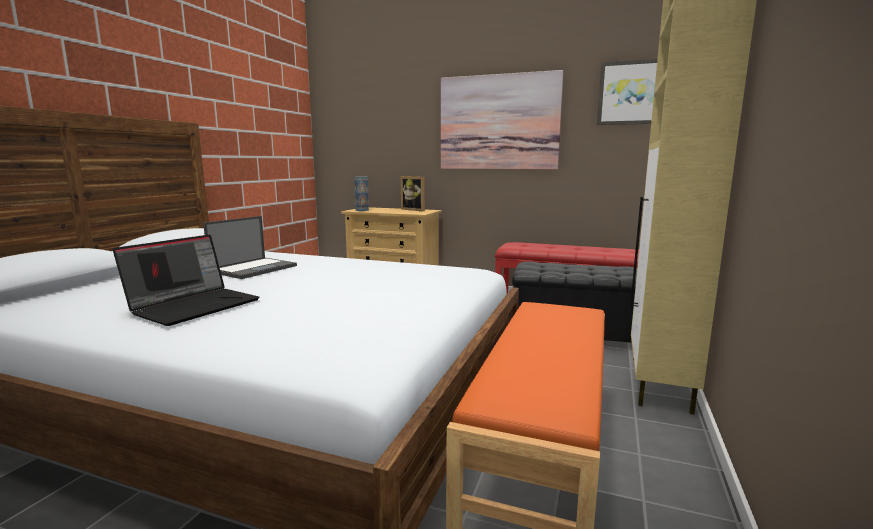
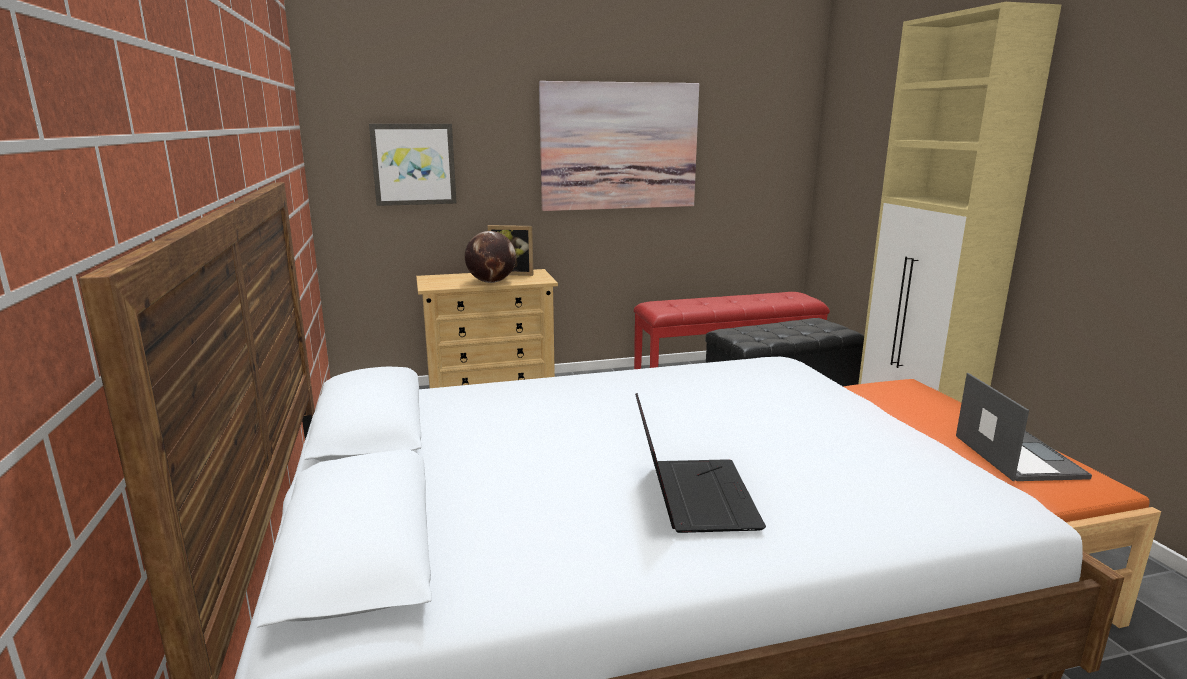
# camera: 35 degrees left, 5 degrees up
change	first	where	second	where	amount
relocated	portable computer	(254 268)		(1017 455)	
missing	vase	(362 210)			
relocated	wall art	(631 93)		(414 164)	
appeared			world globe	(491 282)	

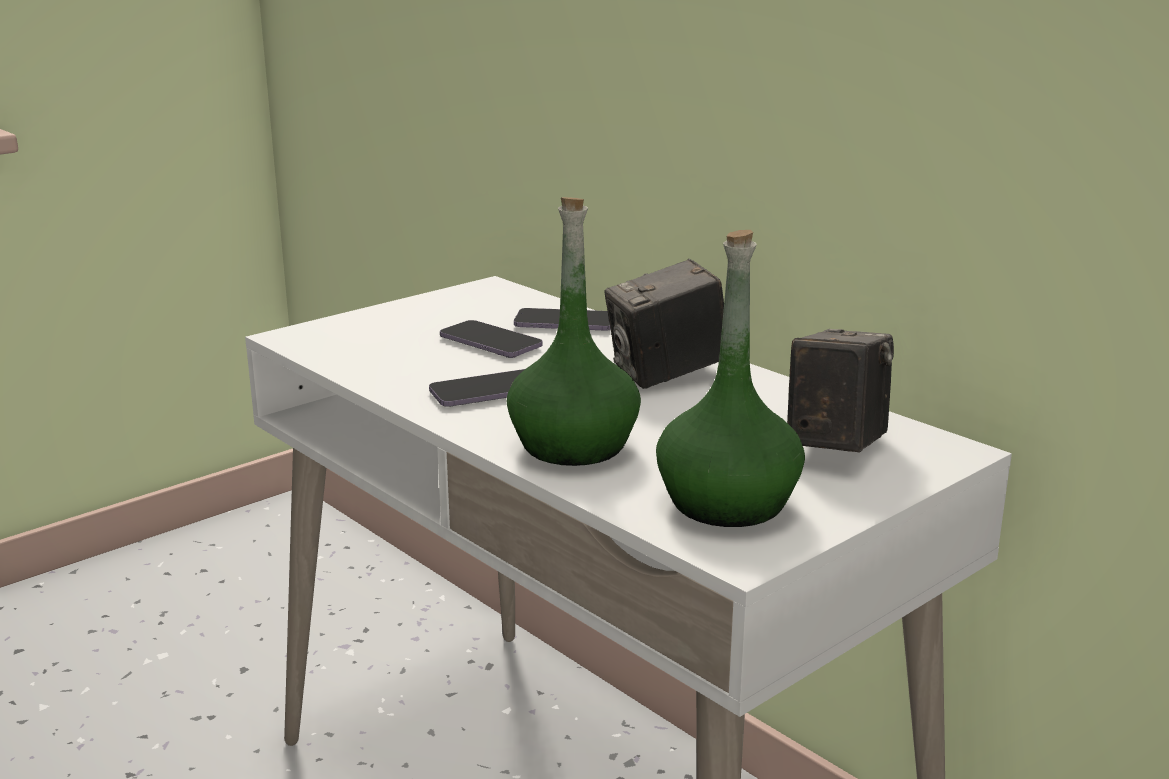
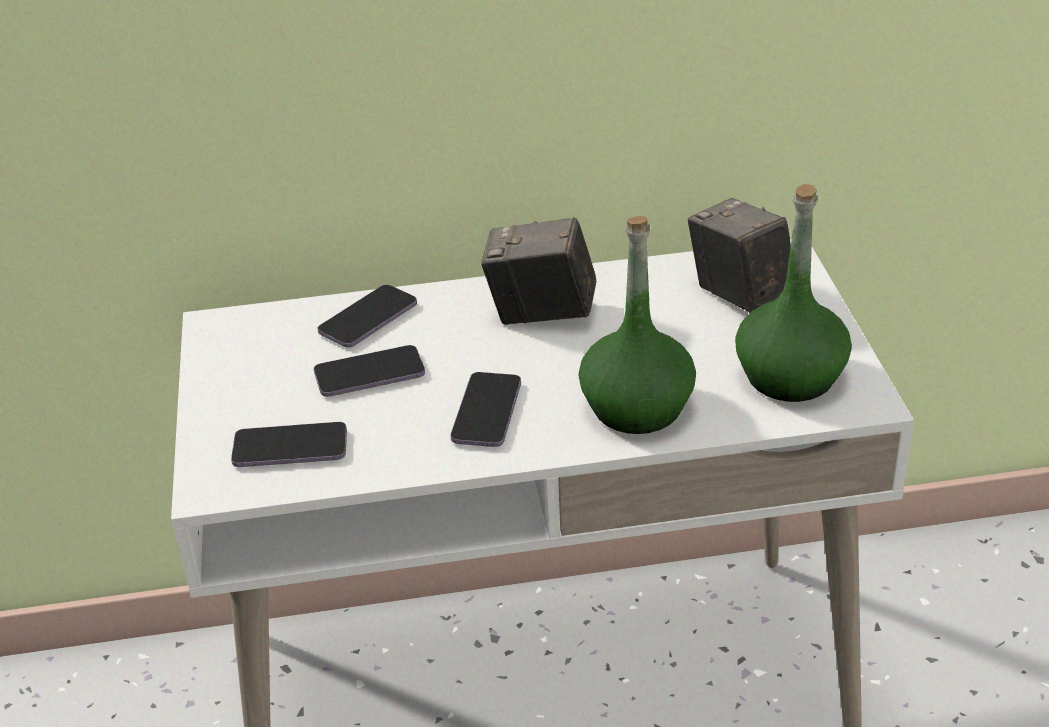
# camera: 55 degrees left, 15 degrees up
change	first	where	second	where	amount
spun	photo camera	(666 375)		(541 313)	90 degrees clockwise
appeared			phone	(290 448)	

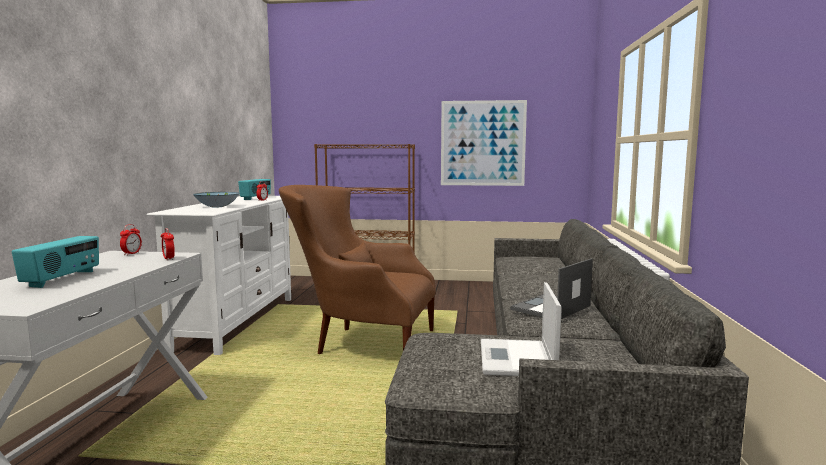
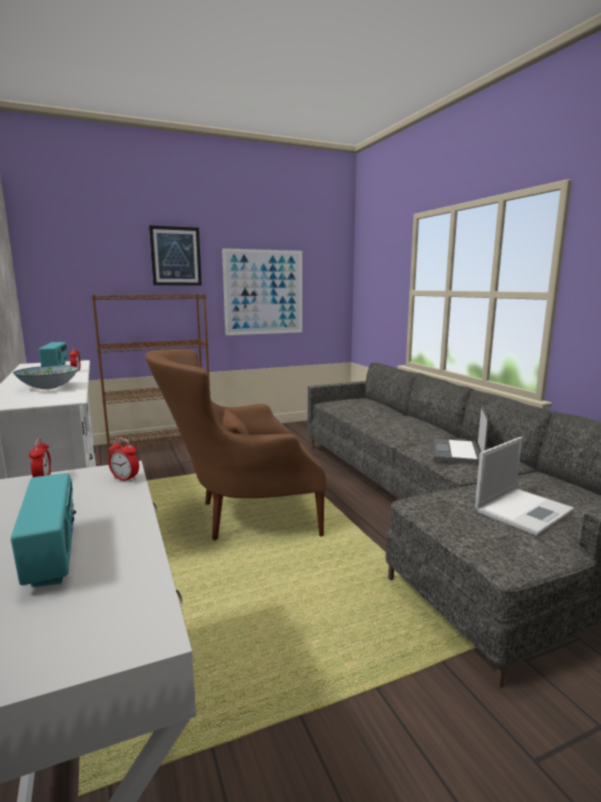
# camera: 30 degrees left, 5 degrees up
change	first	where	second	where	amount
spun	portable computer	(517 359)		(524 510)	105 degrees counterclockwise
appeared			wall art	(175 256)	

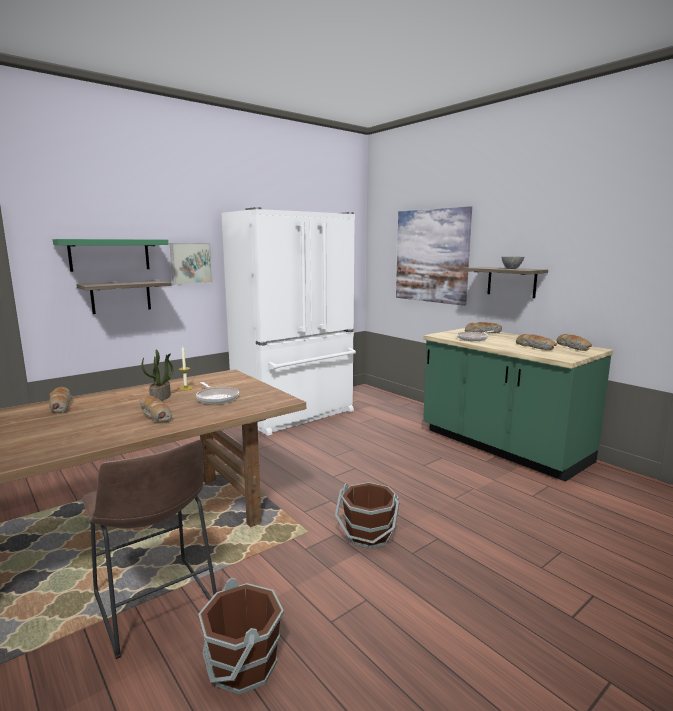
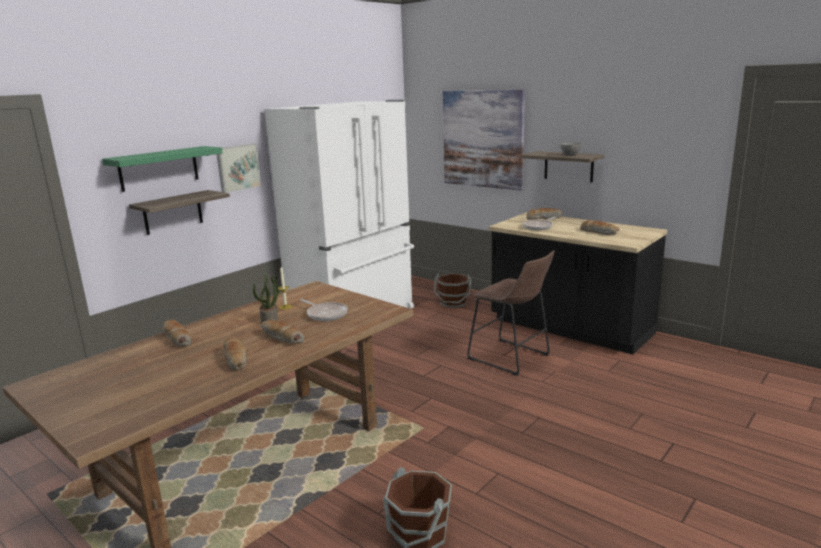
# camera: 10 degrees left, 5 degrees up
change	first	where	second	where	amount
relocated	brownish stool seat	(156 608)		(512 358)	
relocated	brownish water bucket	(368 535)		(453 303)	
colour	green-coloured kitchen counter	(502 446)	black-coloured kitchen counter	(570 328)	
relocated	bakery bread	(573 347)		(236 360)	

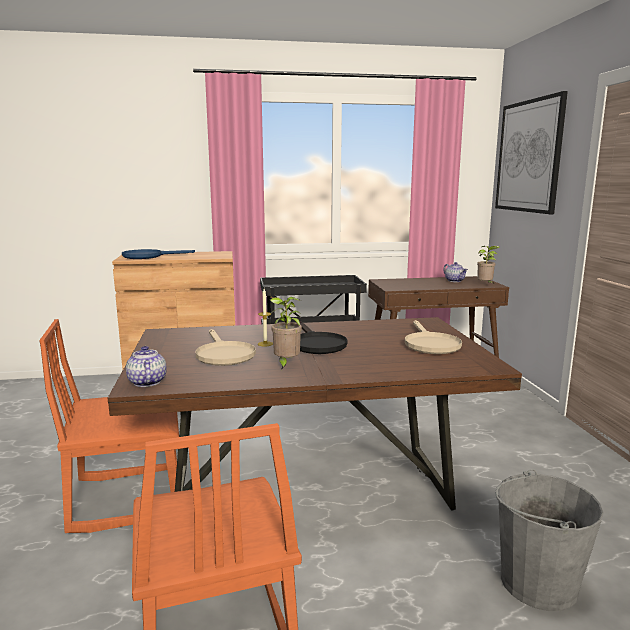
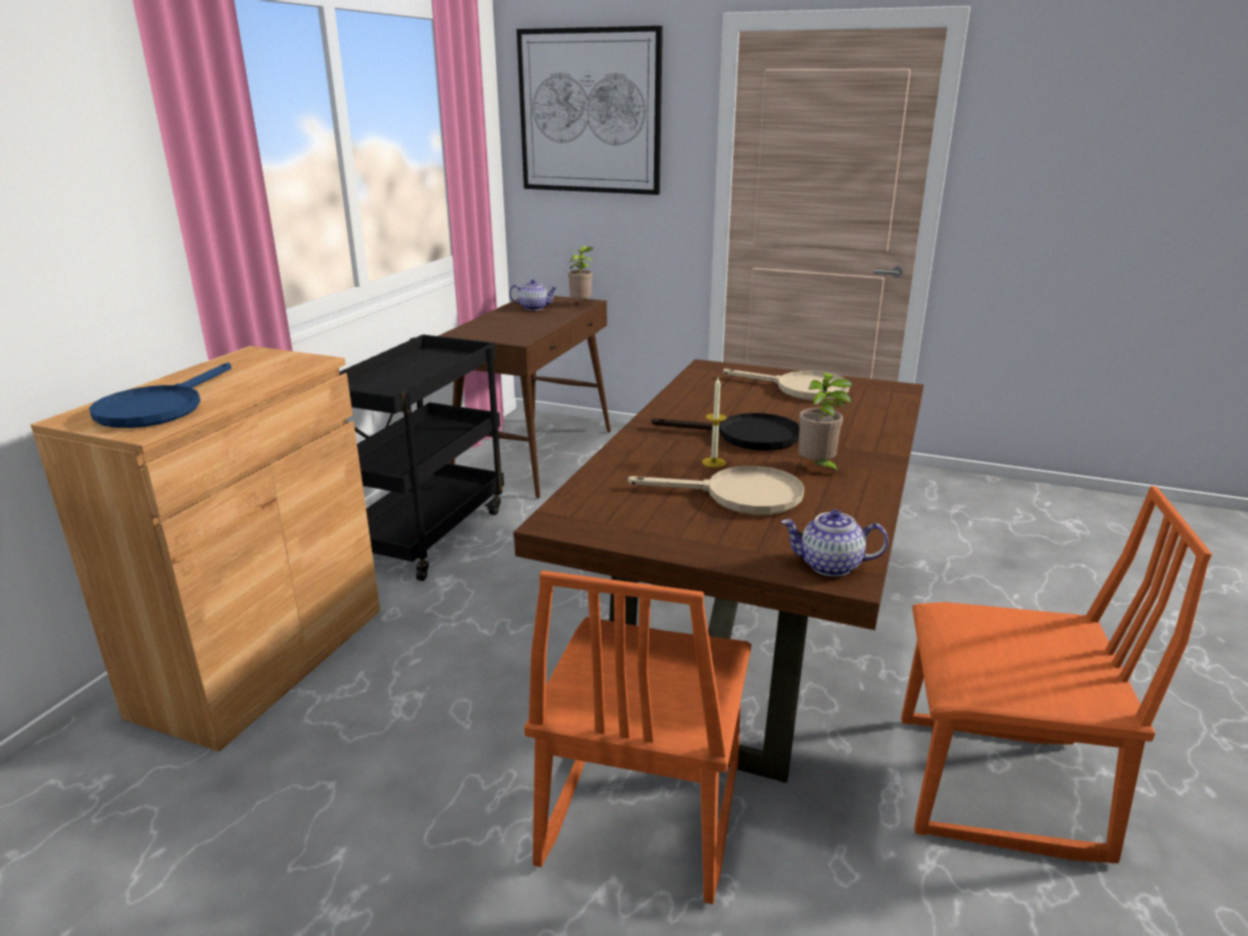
# camera: 60 degrees left, 10 degrees up
change	first	where	second	where	amount
missing	grey water bucket	(537 582)			

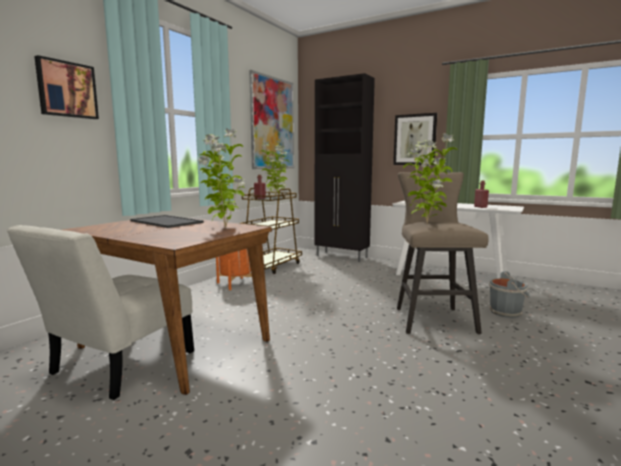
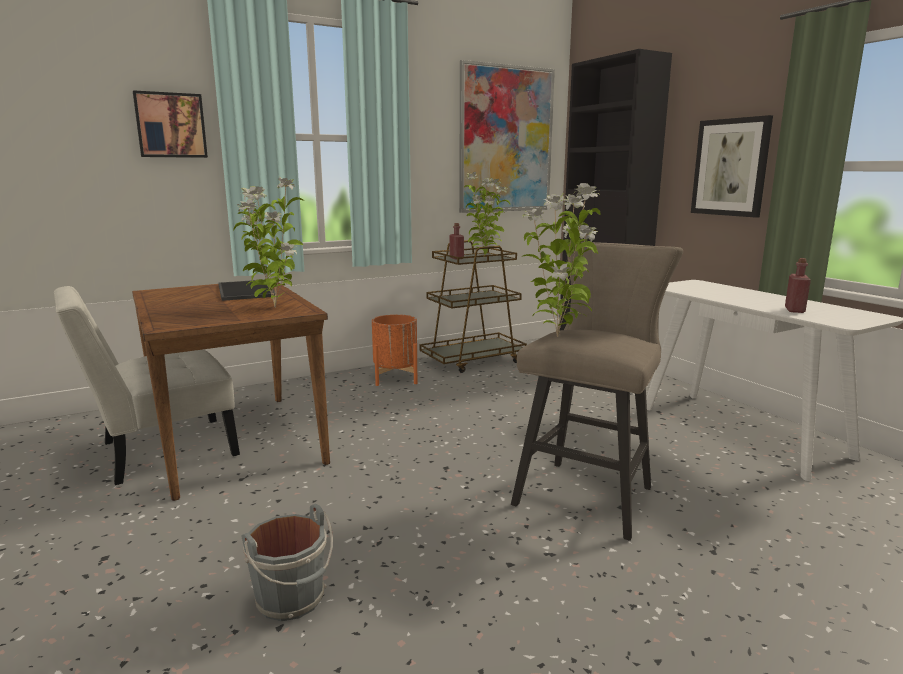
# camera: 30 degrees right, 5 degrees up
change	first	where	second	where	amount
relocated	grey water bucket	(507 312)		(292 600)	

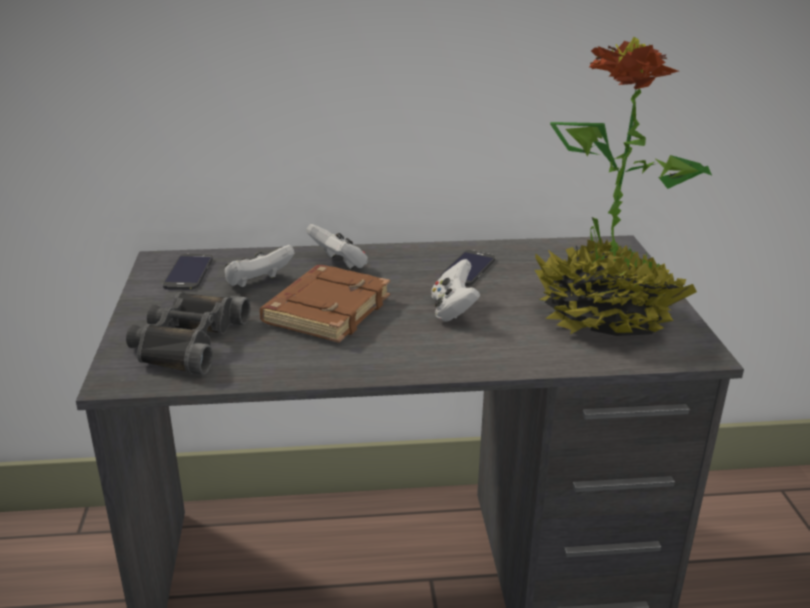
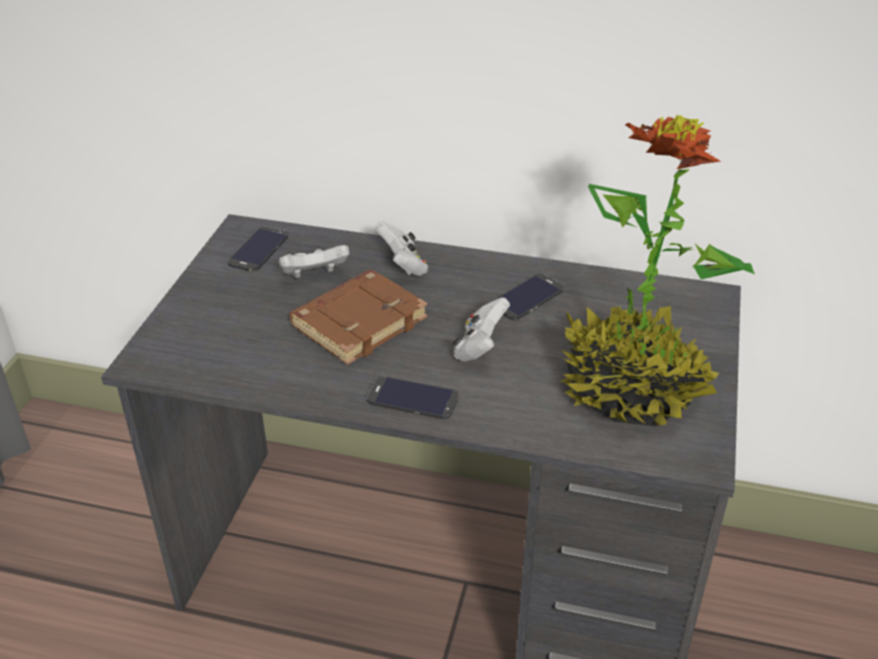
# camera: 20 degrees right, 10 degrees up
change	first	where	second	where	amount
missing	black-coloured binoculars	(187 342)			
appeared			phone	(412 398)	

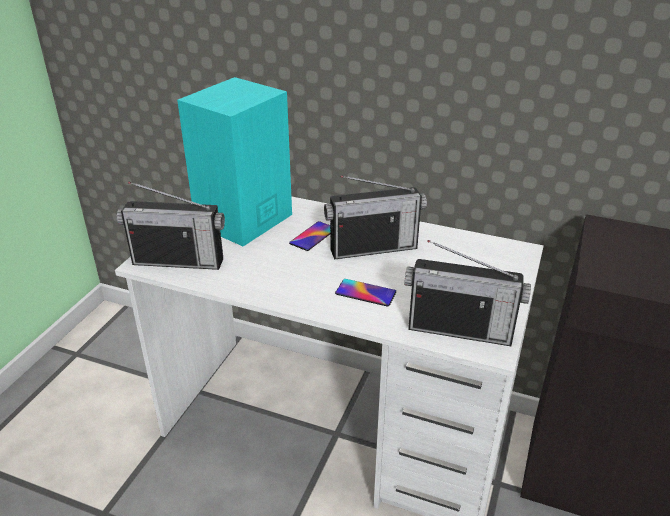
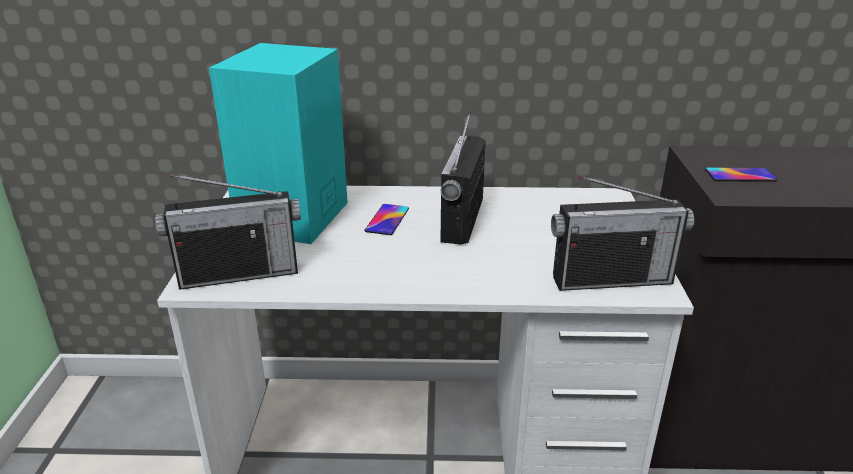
# camera: 20 degrees left, 5 degrees down
change	first	where	second	where	amount
spun	radio set	(373 248)		(462 220)	135 degrees clockwise
relocated	phone	(365 293)		(740 175)	

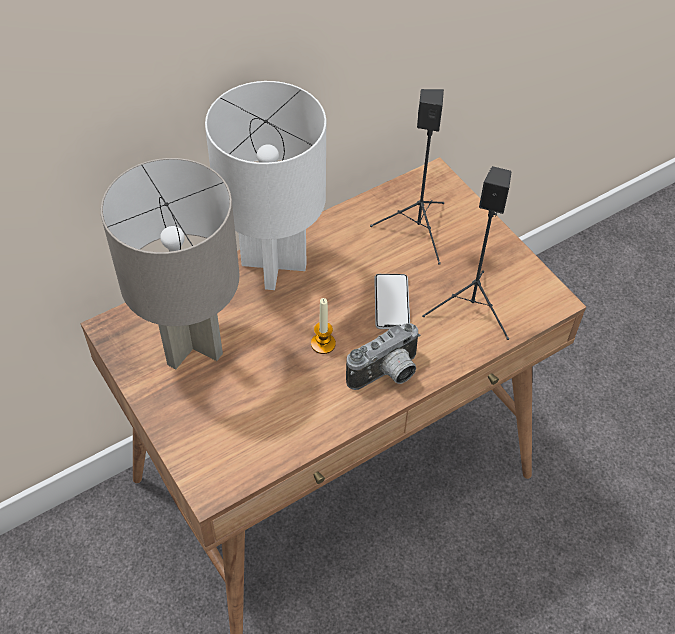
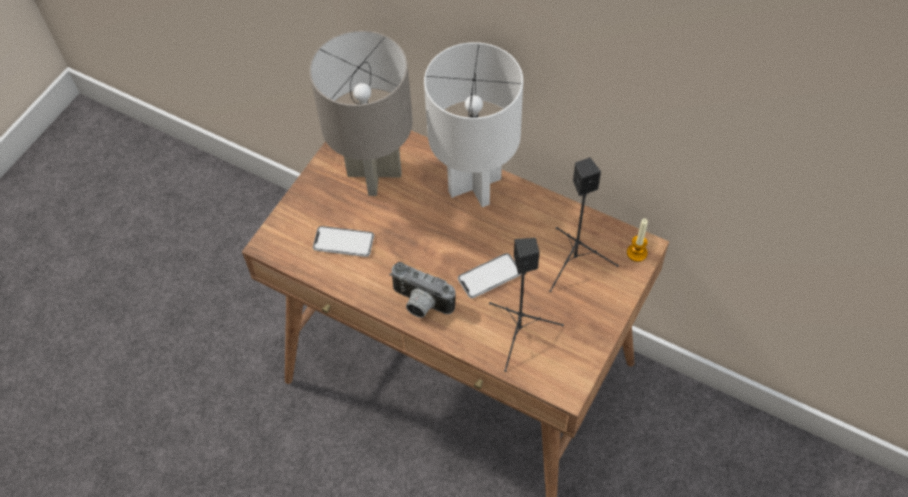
# camera: 65 degrees right, 5 degrees up
change	first	where	second	where	amount
relocated	wax candle	(323 344)		(637 253)	
appeared			phone	(343 242)	

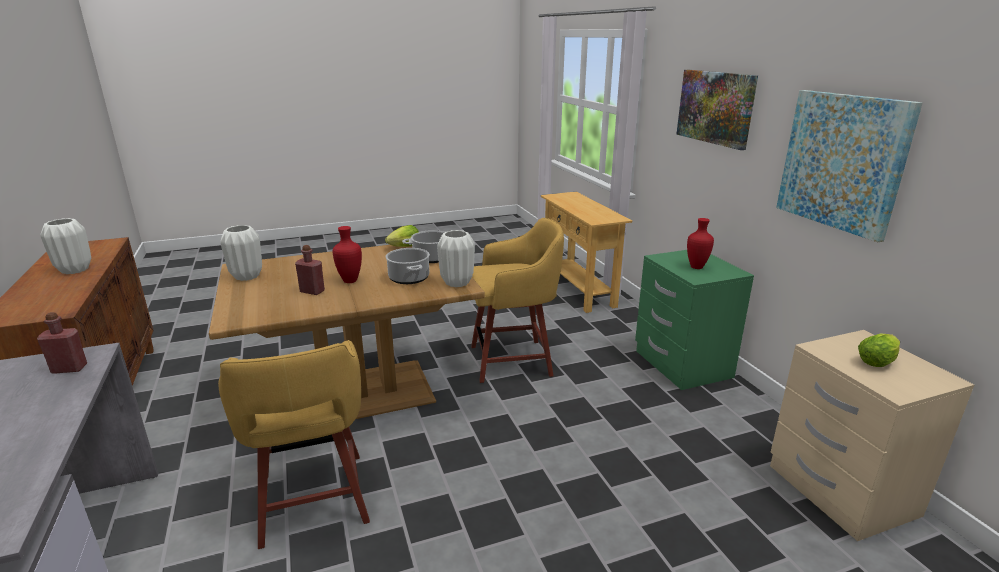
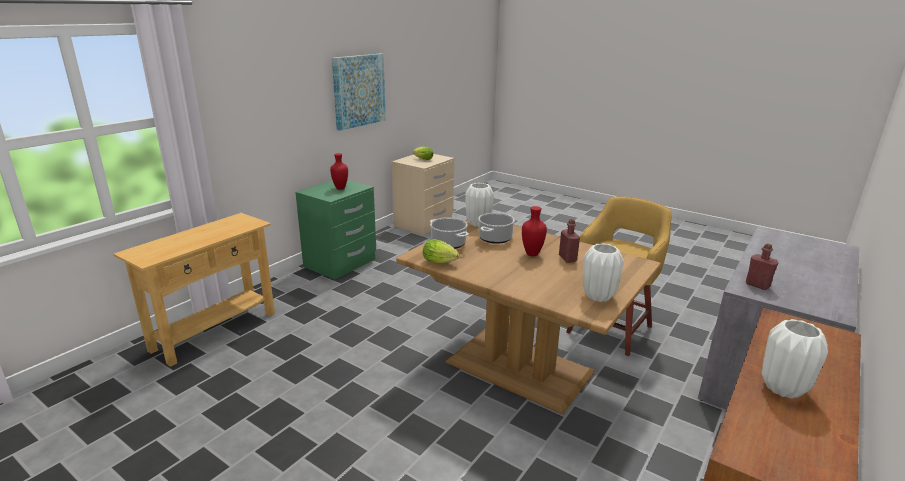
# camera: 125 degrees left, 0 degrees up
change	first	where	second	where	amount
missing	yellowish stool seat	(514 360)			
missing	wall art	(715 107)			

